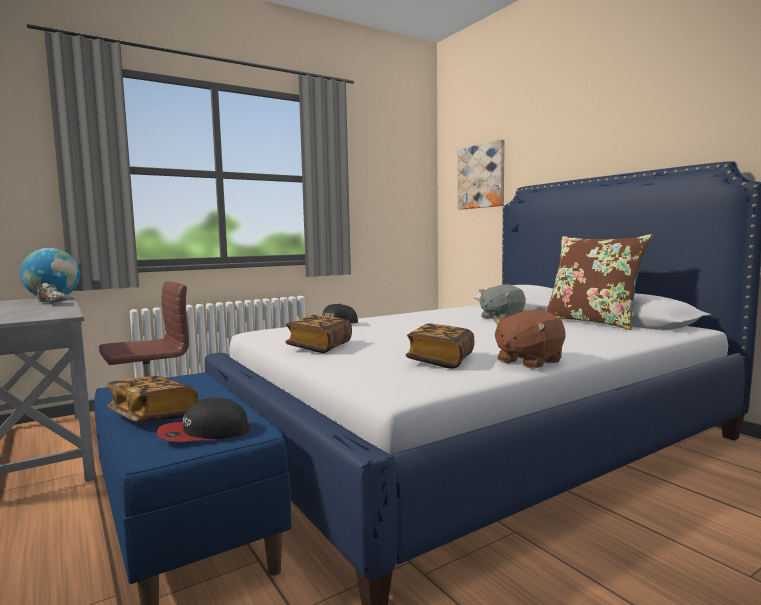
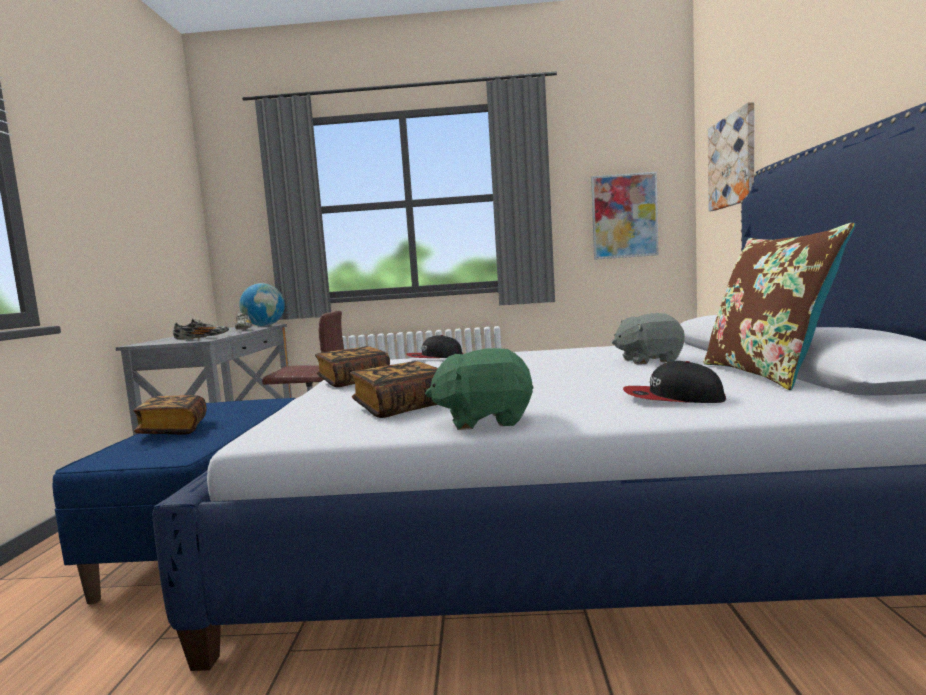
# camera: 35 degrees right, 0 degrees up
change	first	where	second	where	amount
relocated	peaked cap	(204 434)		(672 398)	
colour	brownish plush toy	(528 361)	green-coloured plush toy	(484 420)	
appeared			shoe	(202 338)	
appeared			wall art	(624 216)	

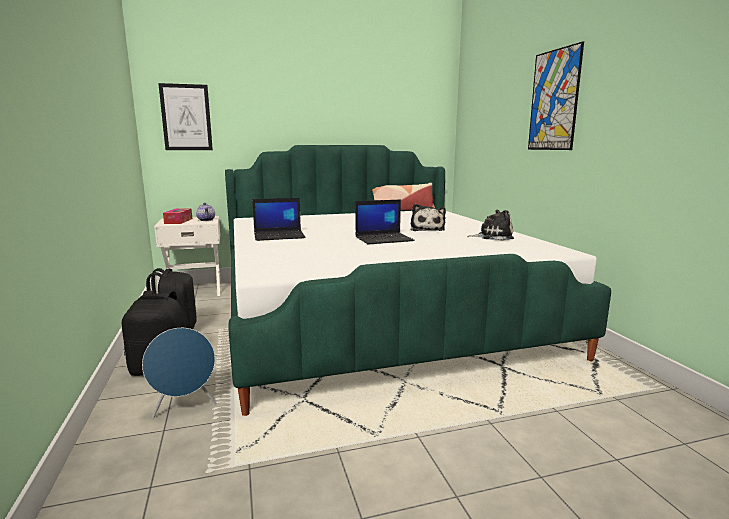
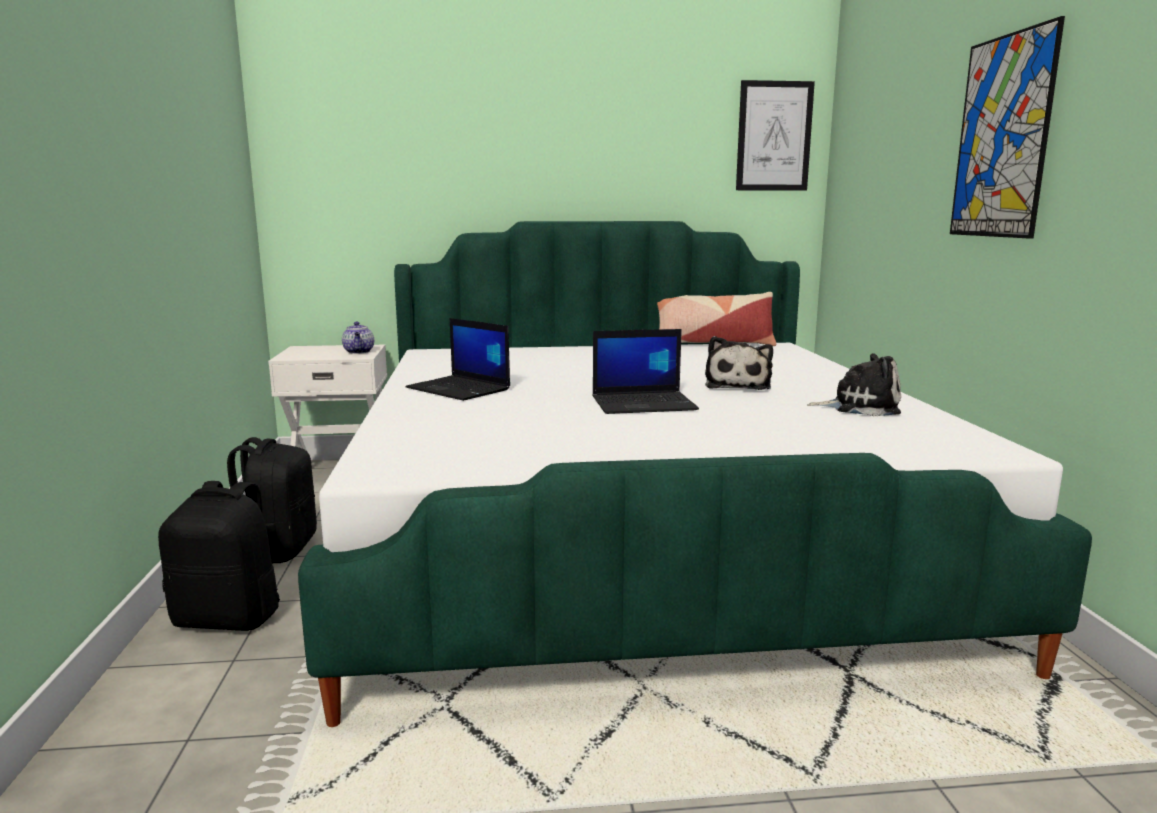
# camera: 10 degrees right, 0 degrees up
change	first	where	second	where	amount
missing	blue-coloured speaker	(185 407)			
relocated	wall art	(186 117)		(774 136)	
missing	tissue box	(178 221)			
spun	portable computer	(280 236)		(460 389)	45 degrees clockwise

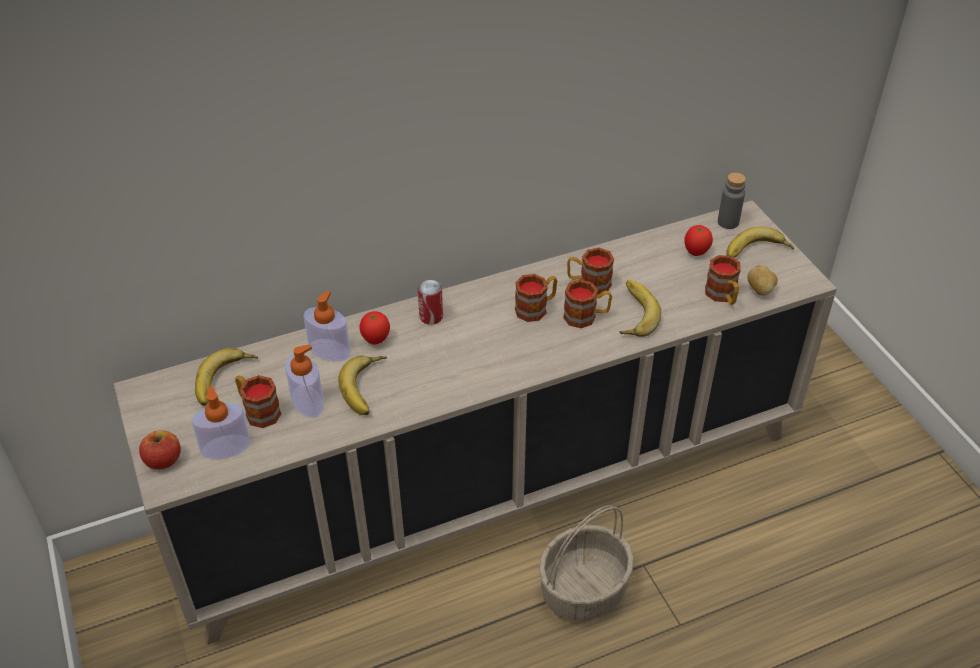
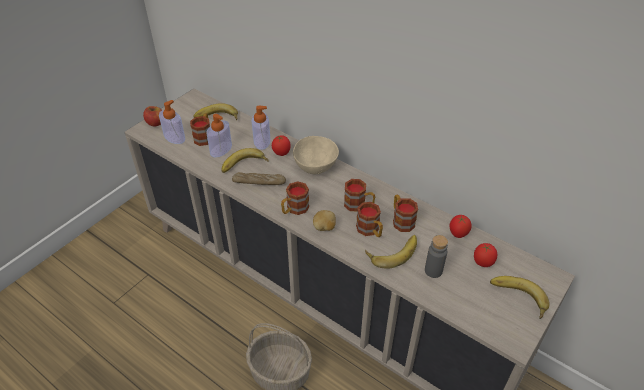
# camera: 60 degrees right, 0 degrees up
change	first	where	second	where	amount
exchanged	metal can	(431 316)	sand-coloured serving bowl	(316 166)	
relocated	tea mug	(723 296)		(294 209)	
relocated	grey drink bottle	(728 222)		(433 270)	
relocated	whole potato	(760 290)		(324 228)	
appeared			bakery bread	(259 182)	
appeared			tomato	(457 234)	

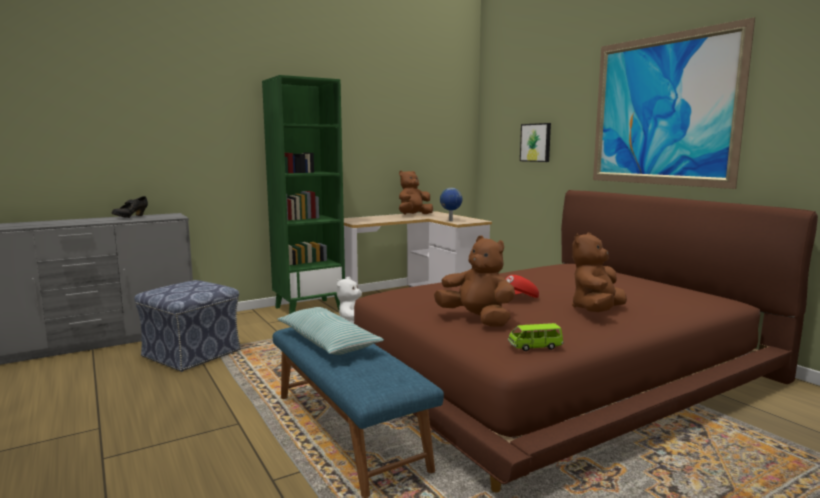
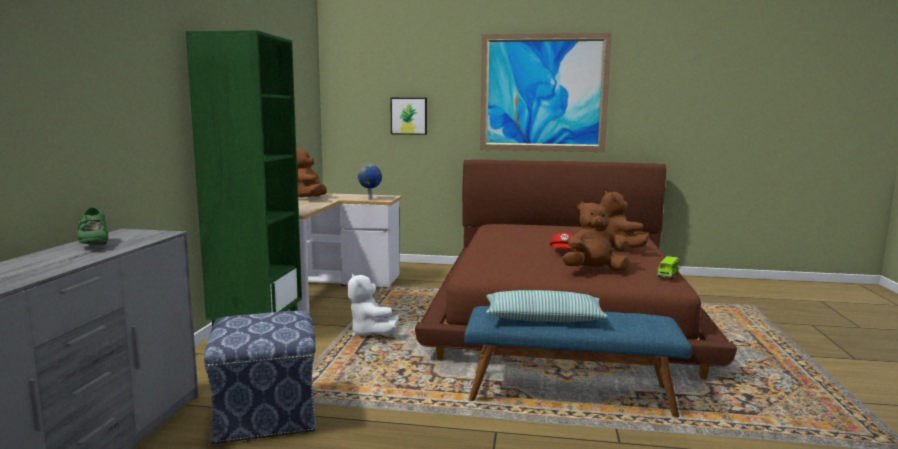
# camera: 50 degrees left, 0 degrees up
change	first	where	second	where	amount
colour	black-coloured shoe	(130 217)	green-coloured shoe	(94 244)	

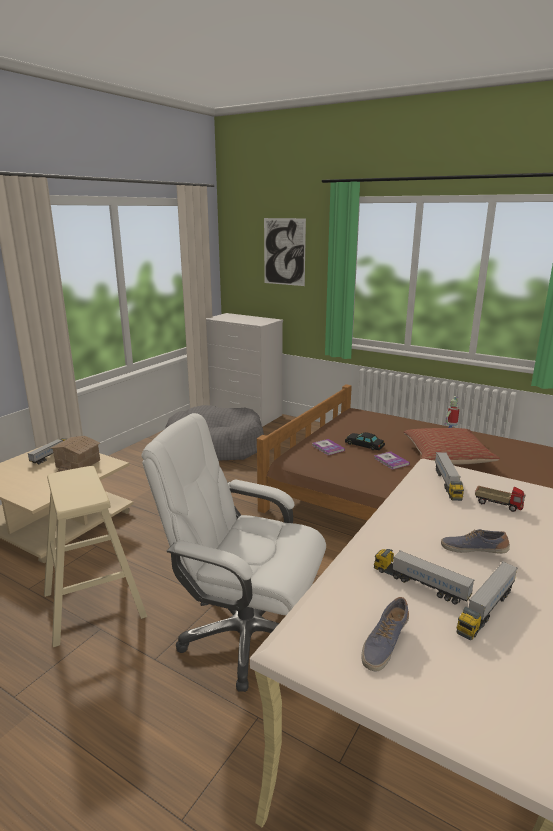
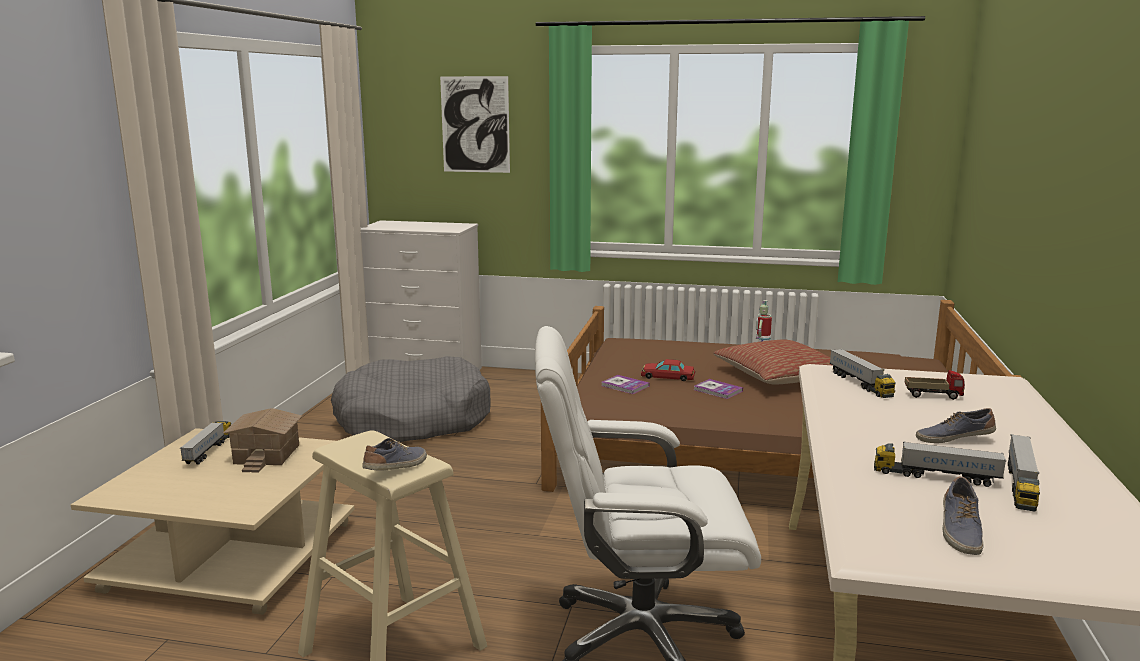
# camera: 20 degrees left, 5 degrees down
change	first	where	second	where	amount
colour	black-coloured toy car	(364 444)	red-coloured toy car	(667 376)	
appeared			shoe	(397 468)	

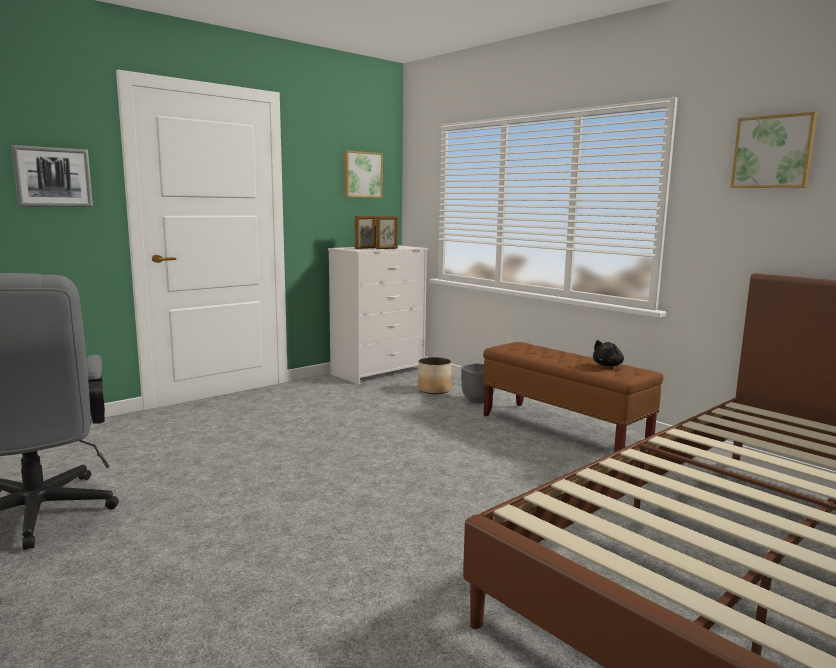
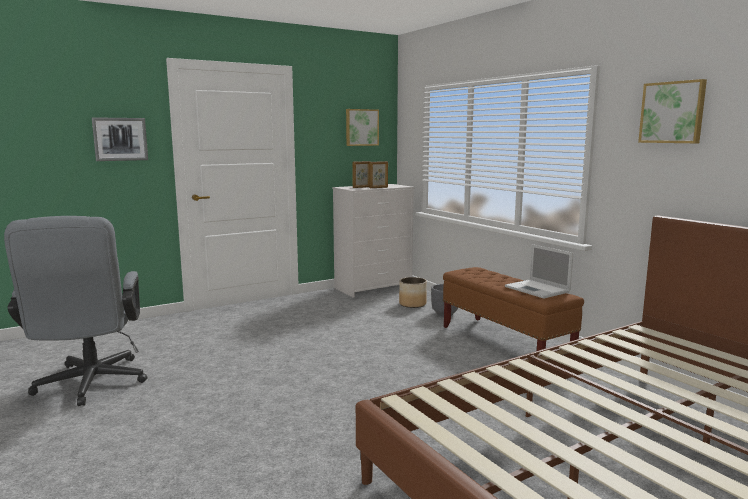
# camera: 10 degrees right, 0 degrees up
change	first	where	second	where	amount
exchanged	black-coloured plush toy	(608 365)	portable computer	(538 289)	

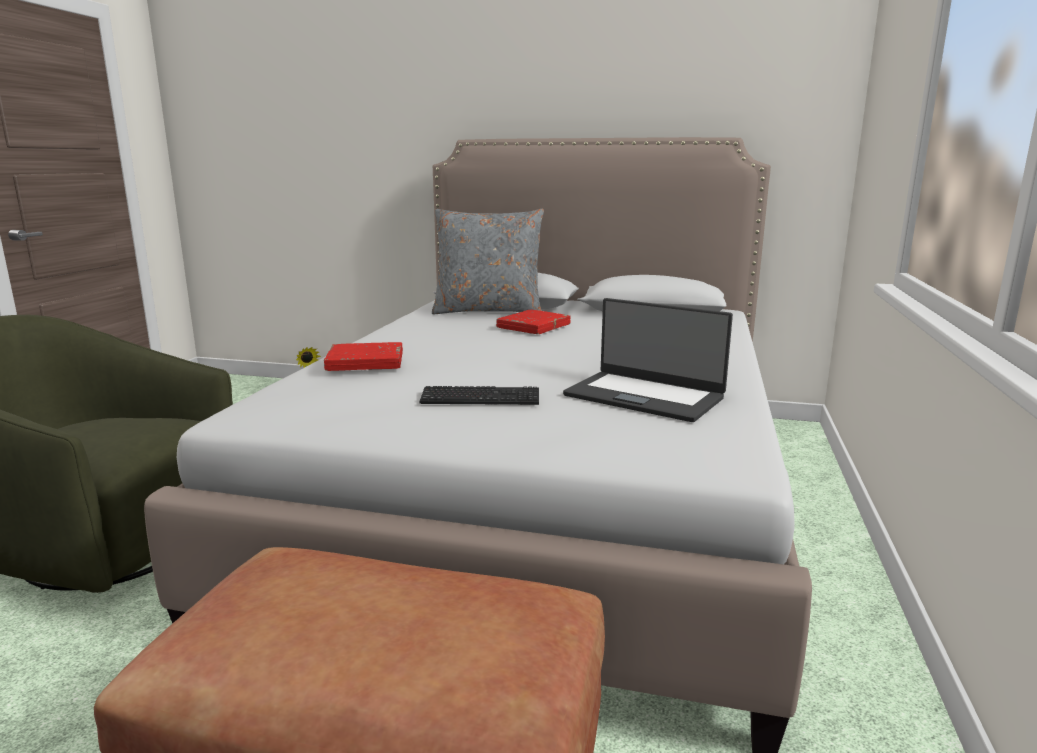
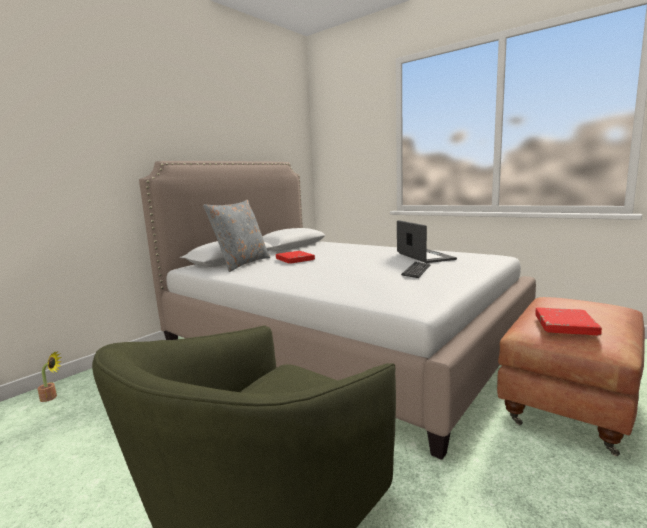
# camera: 65 degrees left, 5 degrees down
change	first	where	second	where	amount
relocated	red-coloured bound book	(365 363)		(565 325)	
spun	portable computer	(644 396)		(424 256)	75 degrees counterclockwise

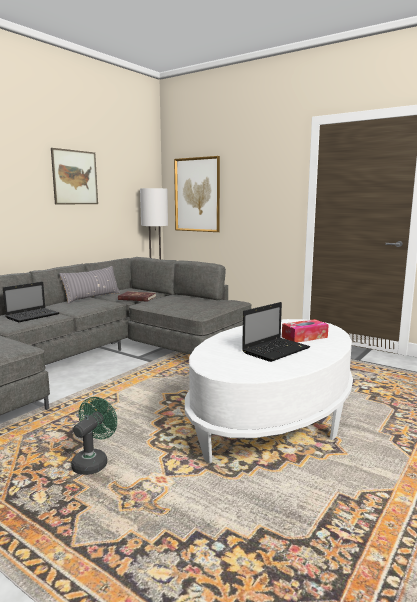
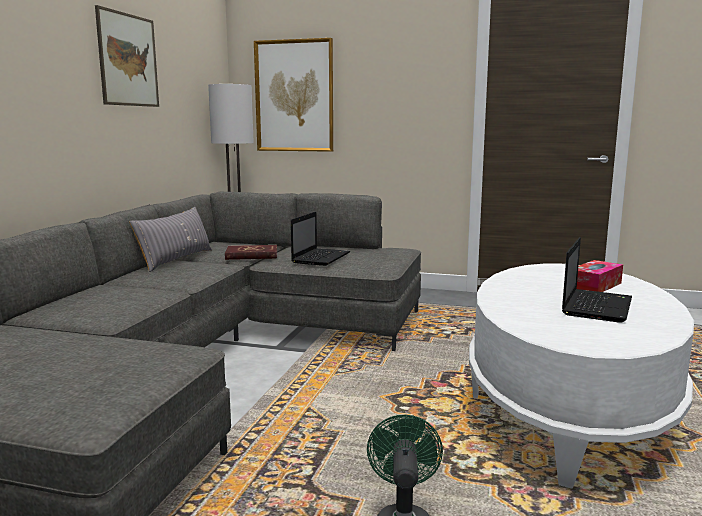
# camera: 20 degrees left, 0 degrees up
change	first	where	second	where	amount
relocated	portable computer	(33 316)		(321 258)	

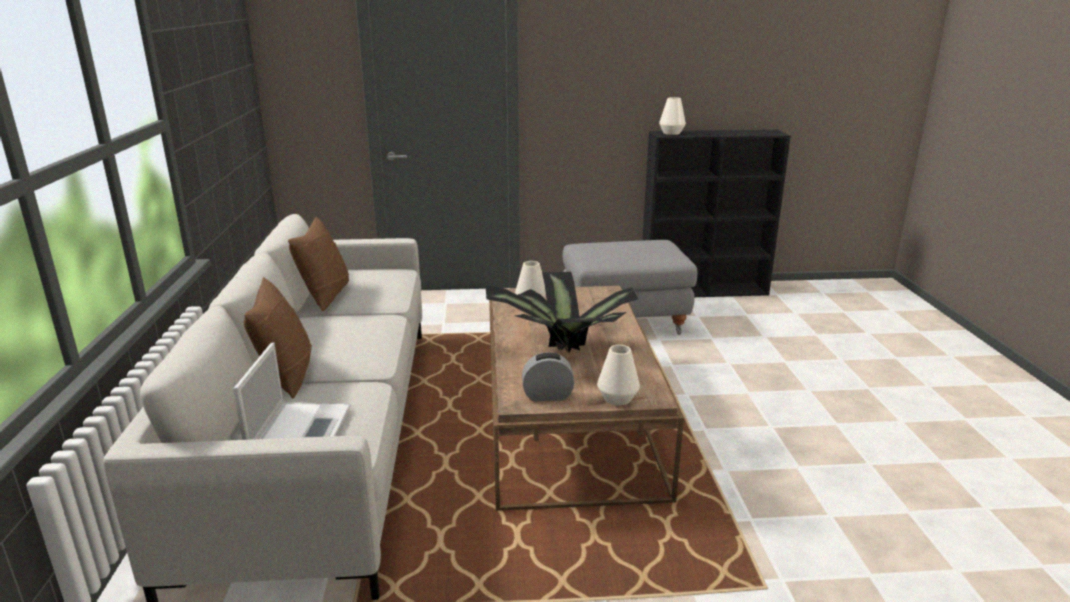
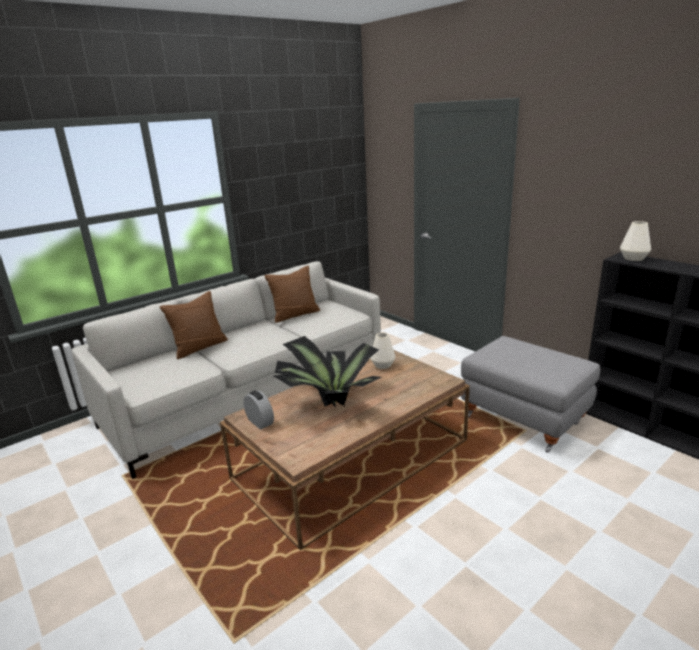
# camera: 55 degrees right, 0 degrees up
change	first	where	second	where	amount
missing	portable computer	(301 430)			
missing	white vase	(617 398)			

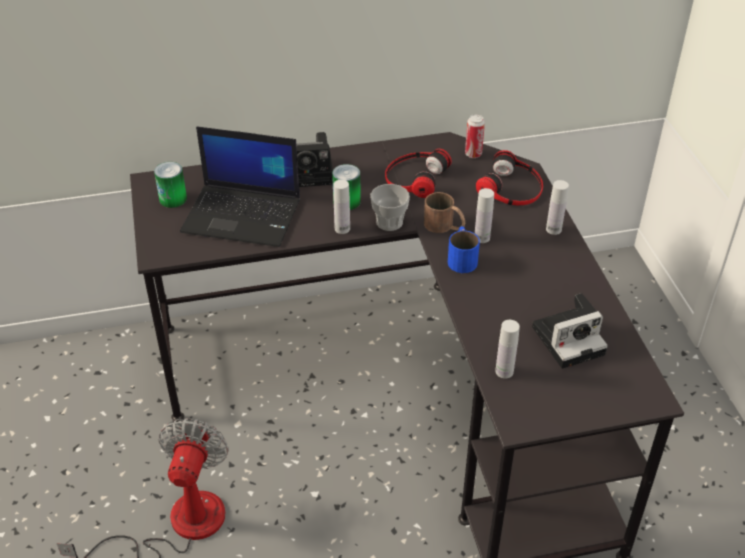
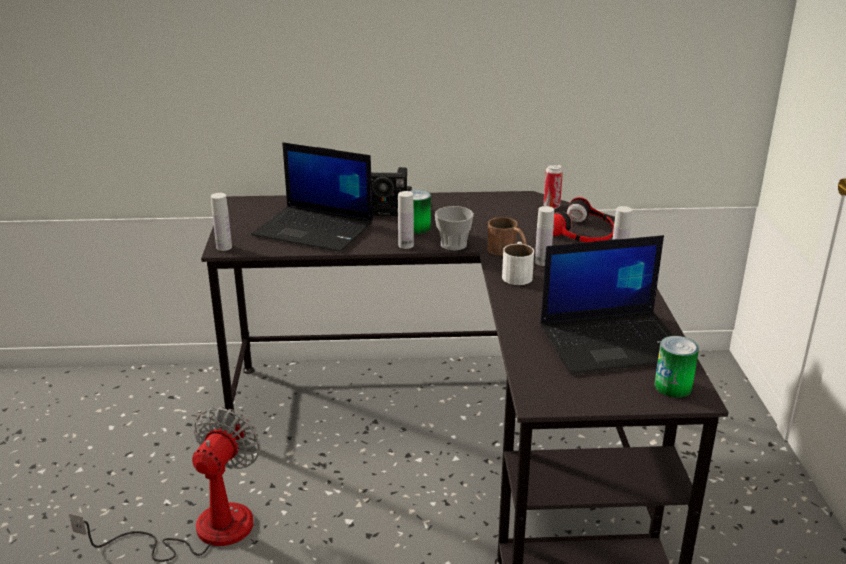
# camera: 10 degrees right, 15 degrees down
change	first	where	second	where	amount
relocated	metal can	(173 199)		(673 387)	
missing	pair of headphones	(414 177)			
colour	blue-coloured tea mug	(461 257)	white tea mug	(517 274)	
relocated	white drink bottle	(504 371)		(224 247)	
exchanged	photo camera	(570 339)	portable computer	(614 342)	

